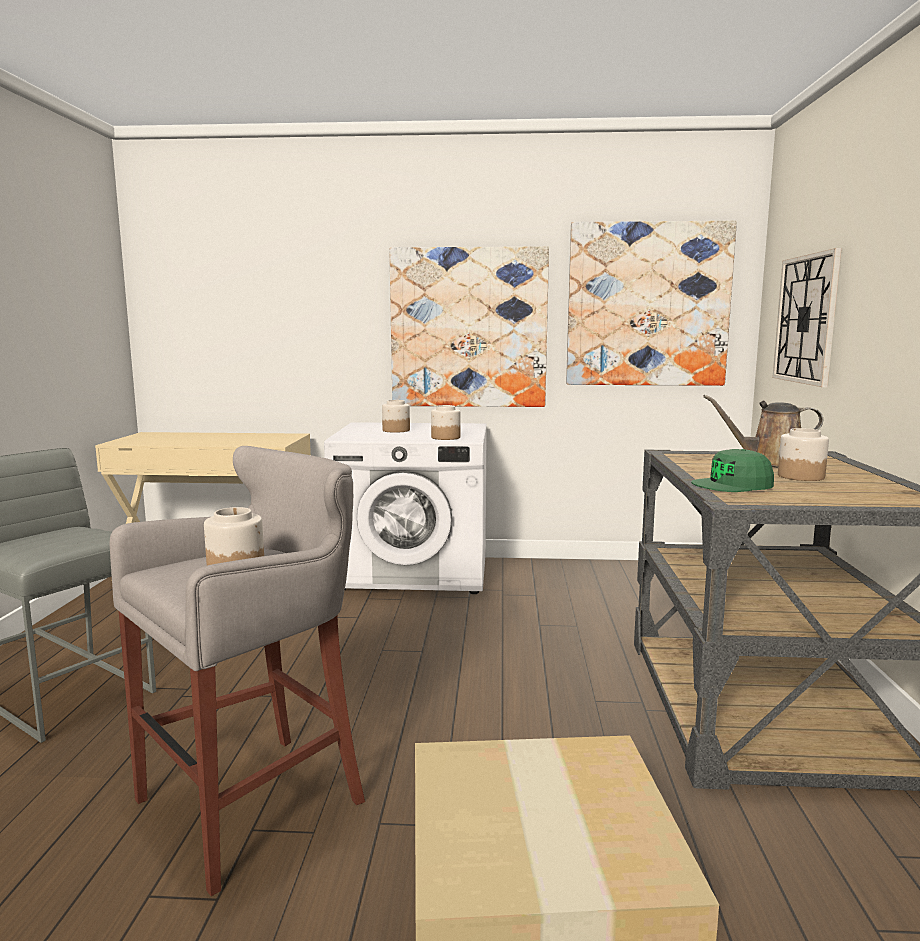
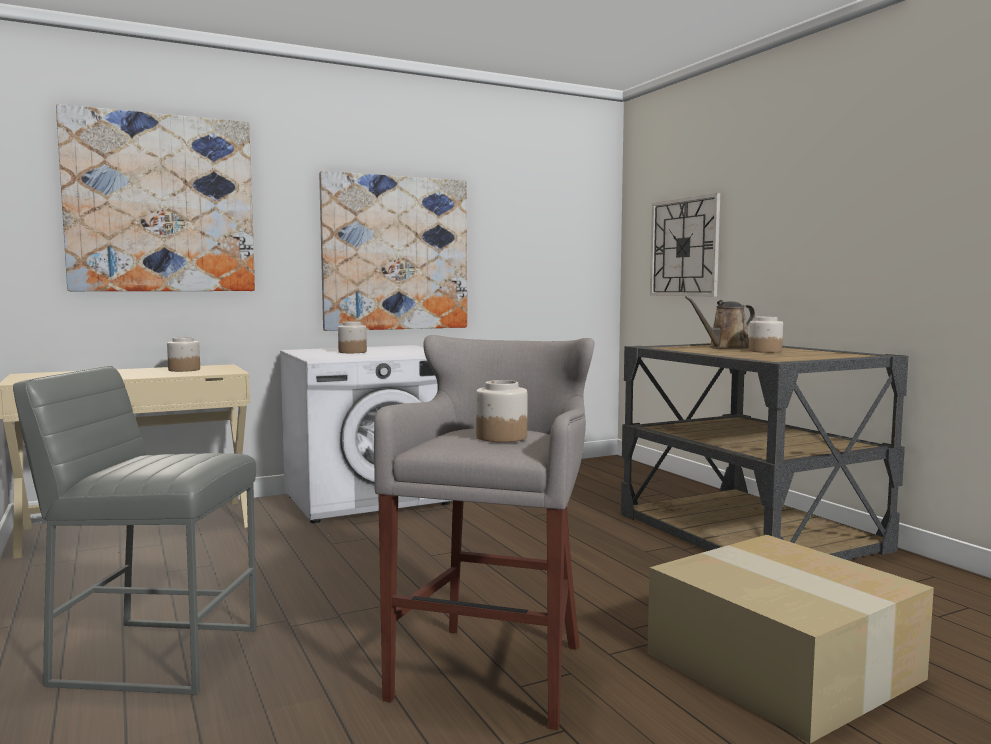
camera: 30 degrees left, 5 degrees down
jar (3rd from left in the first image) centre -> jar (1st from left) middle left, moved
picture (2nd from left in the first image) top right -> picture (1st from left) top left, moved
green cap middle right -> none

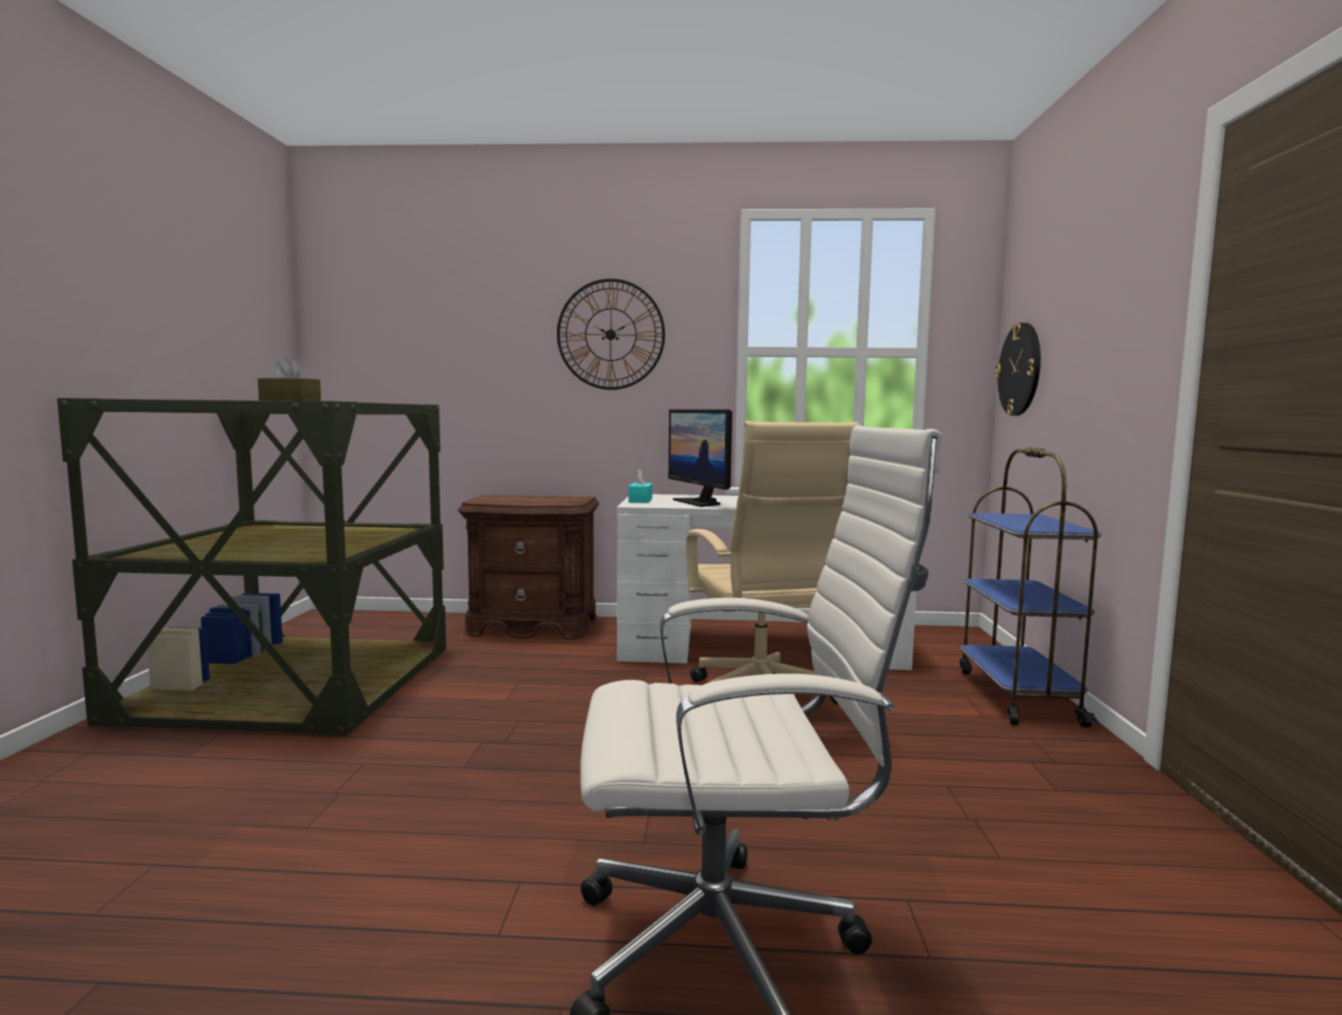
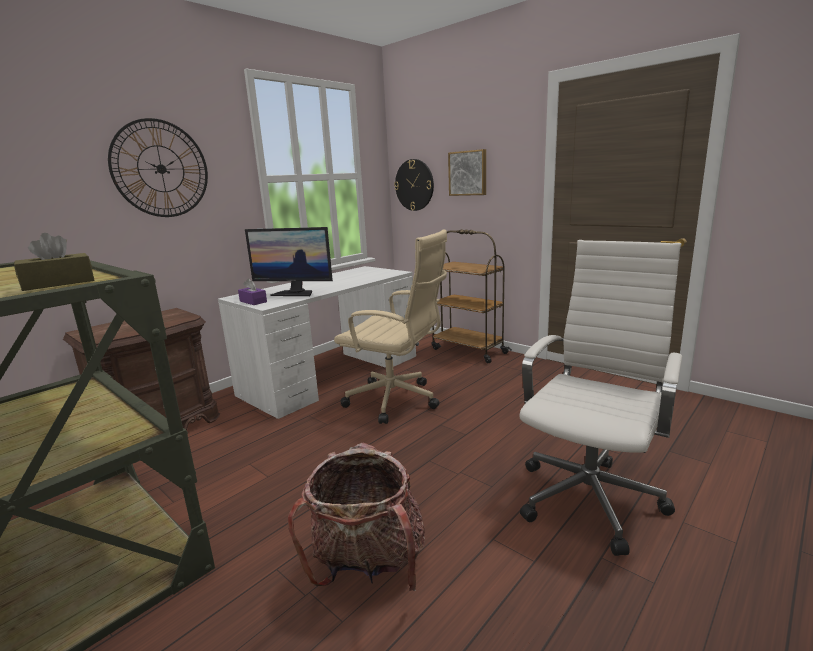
camera: 50 degrees left, 10 degrees up
turquoise tissue box centre -> purple tissue box middle left
blue cart middle right -> brown cart centre
none -> backpack bottom centre
none -> picture top centre

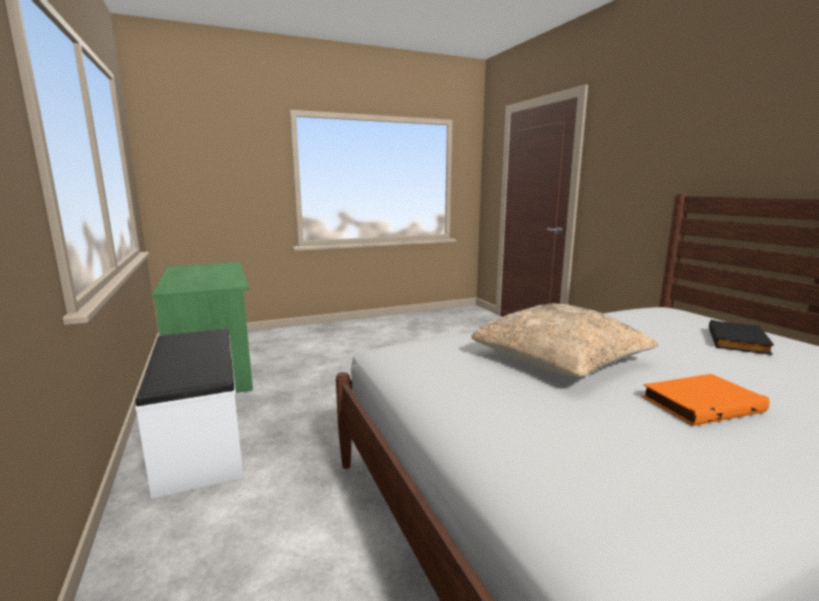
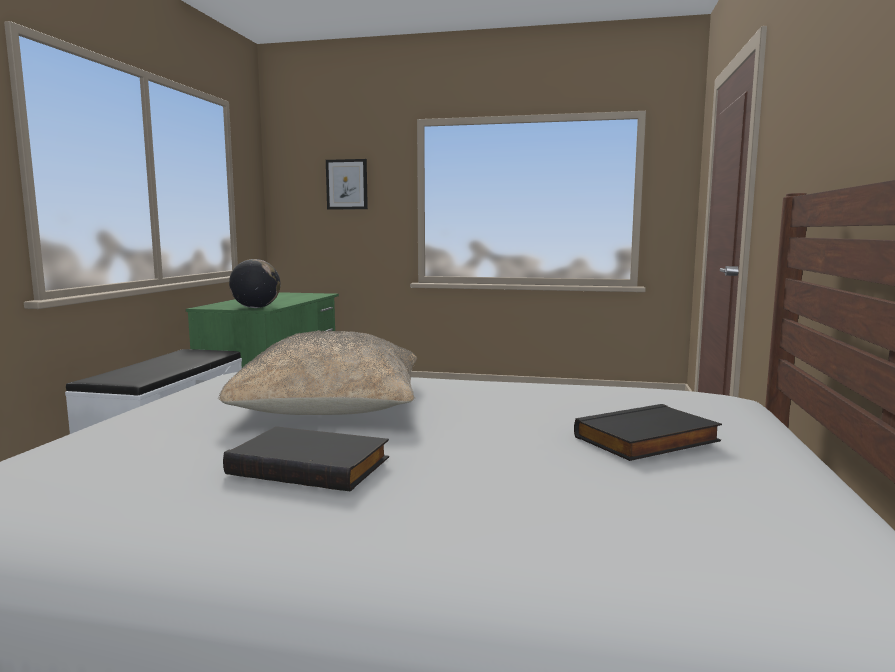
camera: 35 degrees right, 5 degrees down
orange book middle right -> black book (1st from left) bottom centre
none -> globe middle left
none -> picture top centre

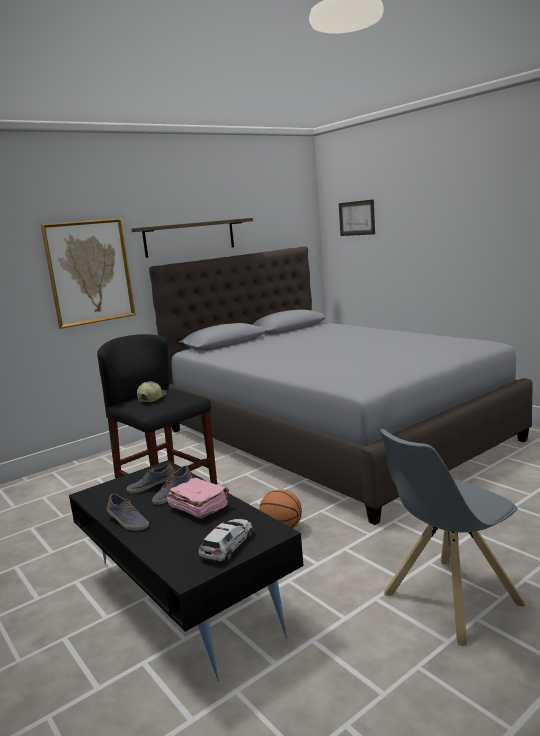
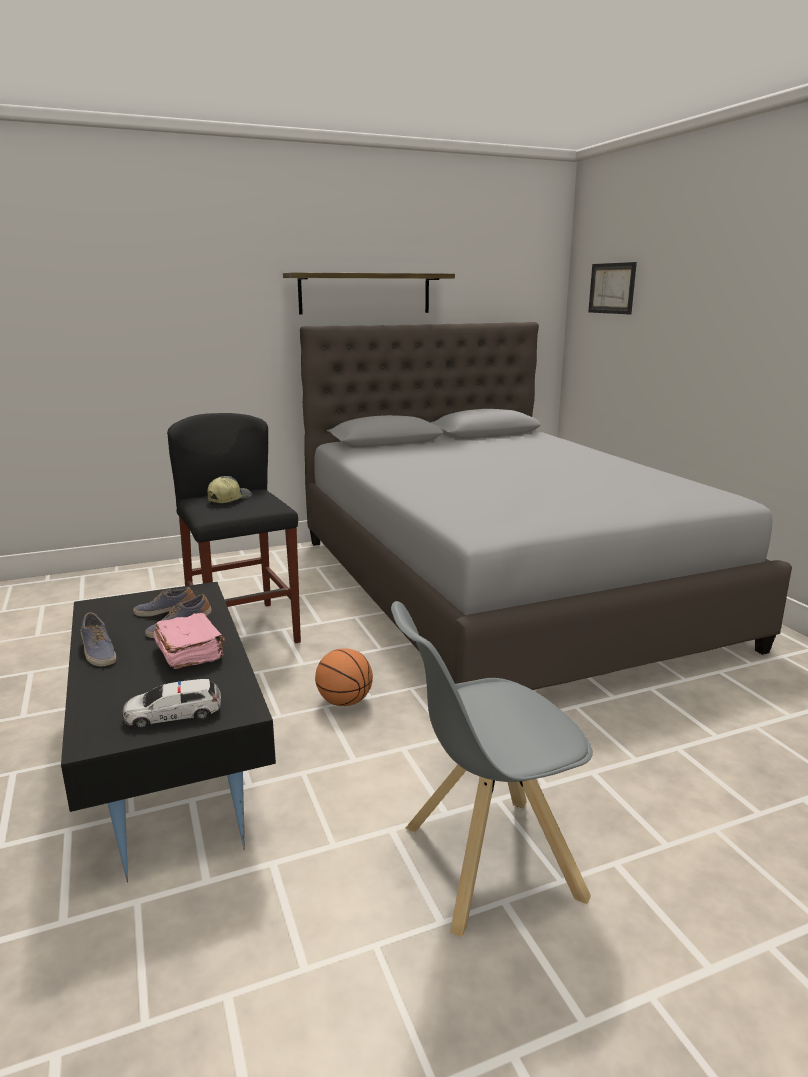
camera: 15 degrees right, 5 degrees up
picture (1st from left) middle left -> none
toy car bottom centre -> toy car middle left, 150 degrees counterclockwise

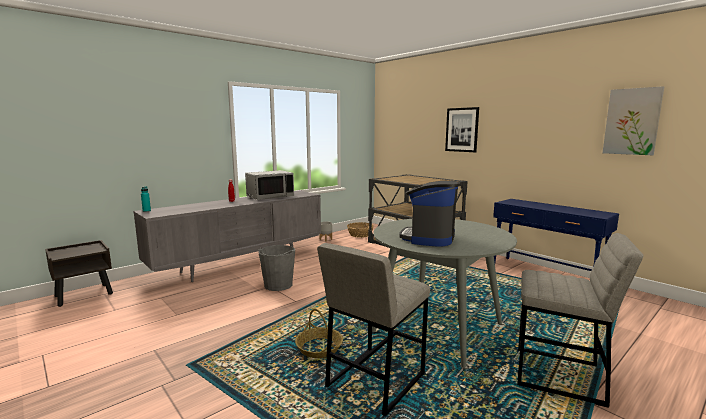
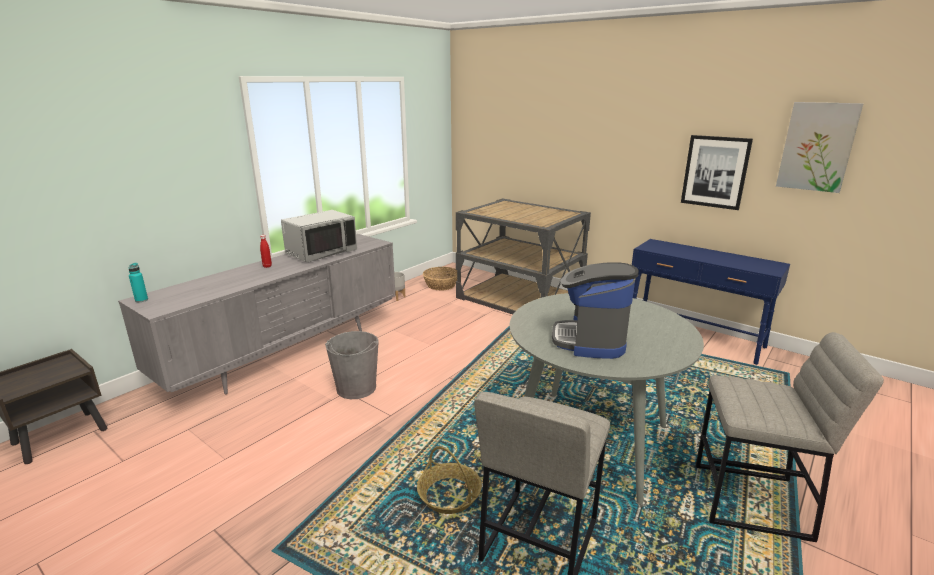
camera: 10 degrees left, 10 degrees up
picture (1st from left) top centre -> picture (1st from left) top right, moved

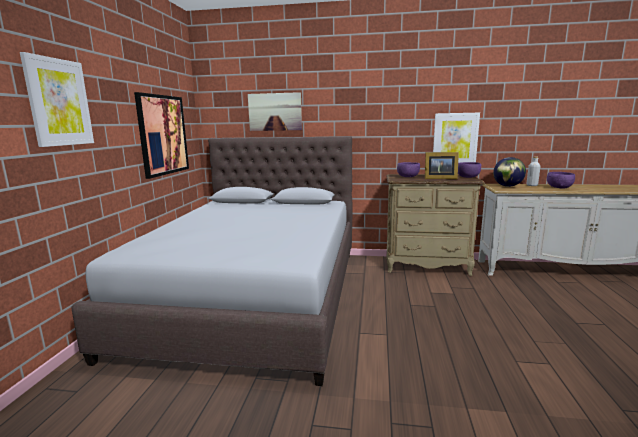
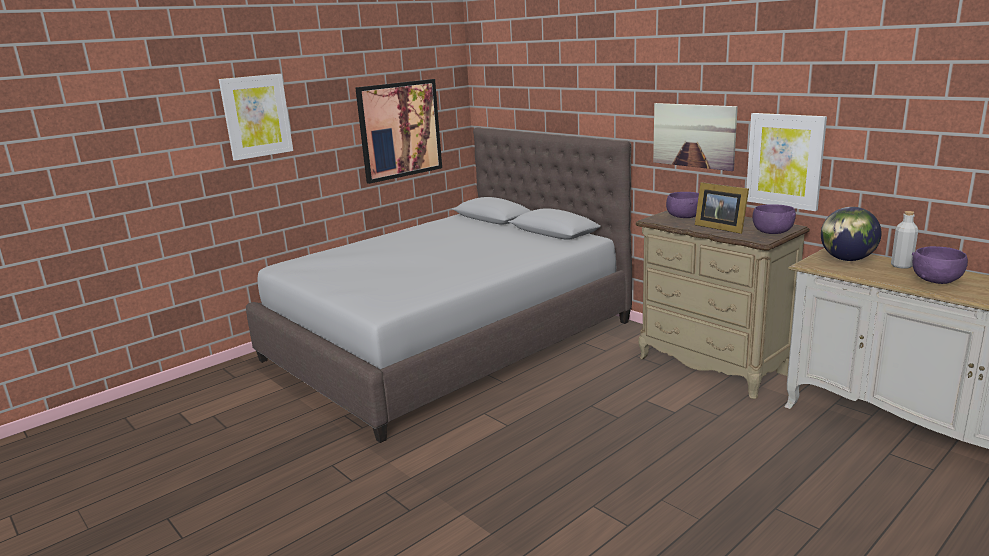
camera: 40 degrees right, 5 degrees up
picture (3rd from left) top centre -> picture (3rd from left) top right, moved

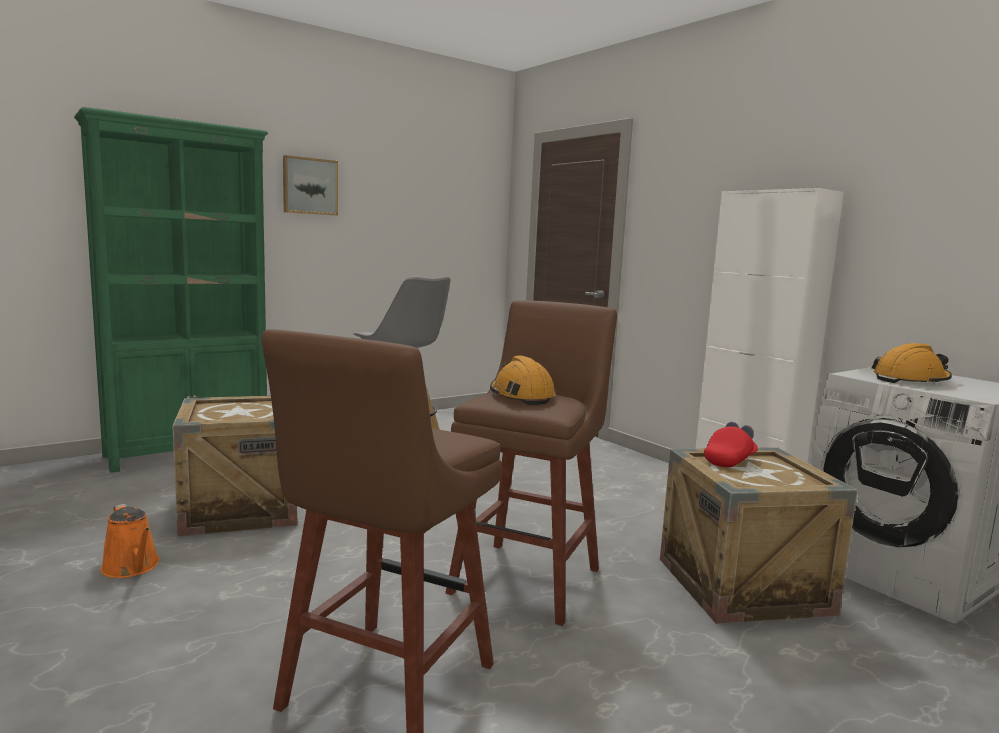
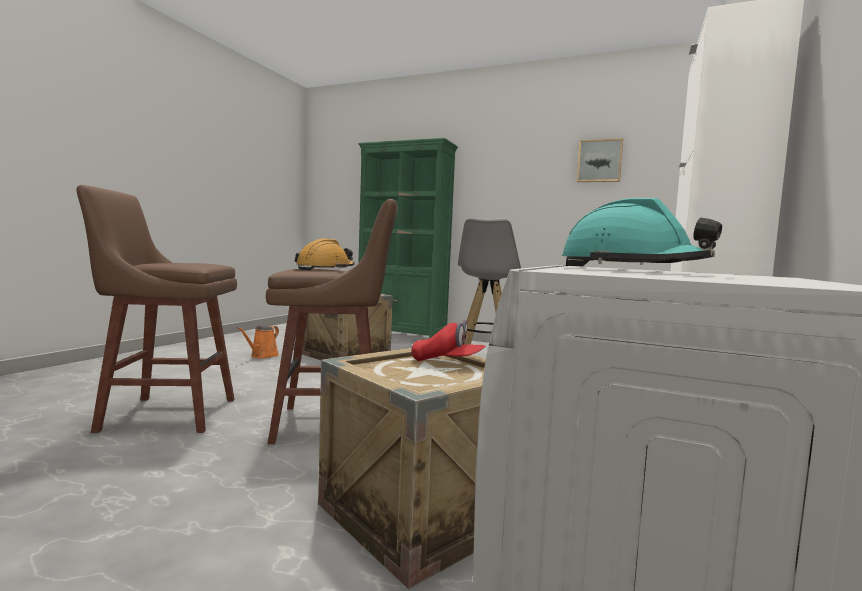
camera: 60 degrees right, 5 degrees down
picture top left -> picture top right, moved
orange hard hat (2nd from left) middle right -> turquoise hard hat middle right

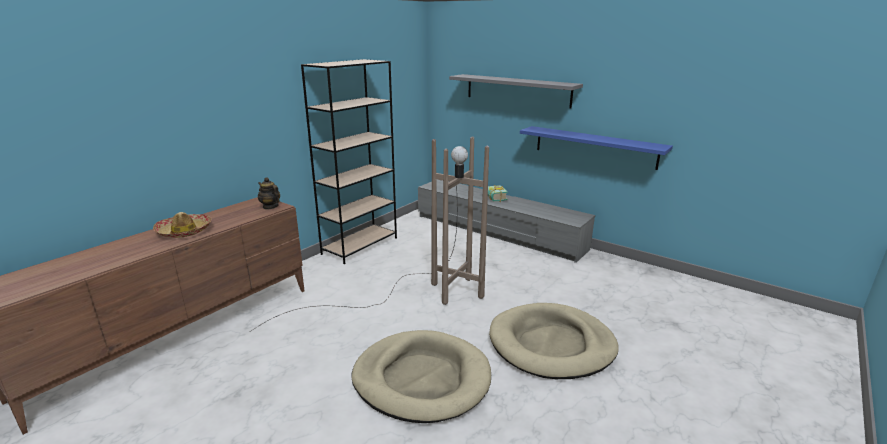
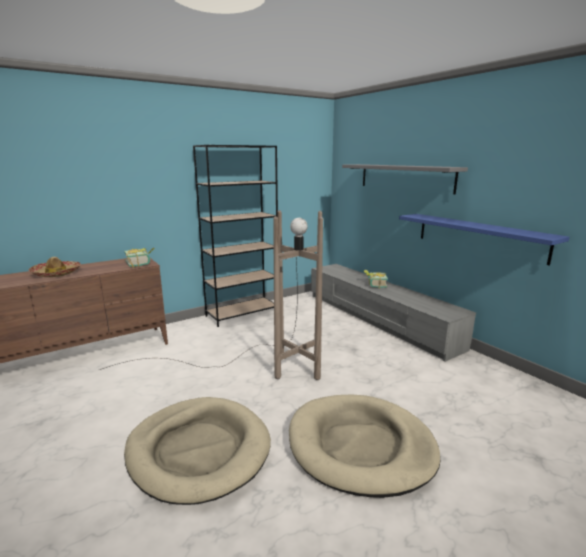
camera: 20 degrees right, 5 degrees down
teapot middle left -> book (1st from left) middle left

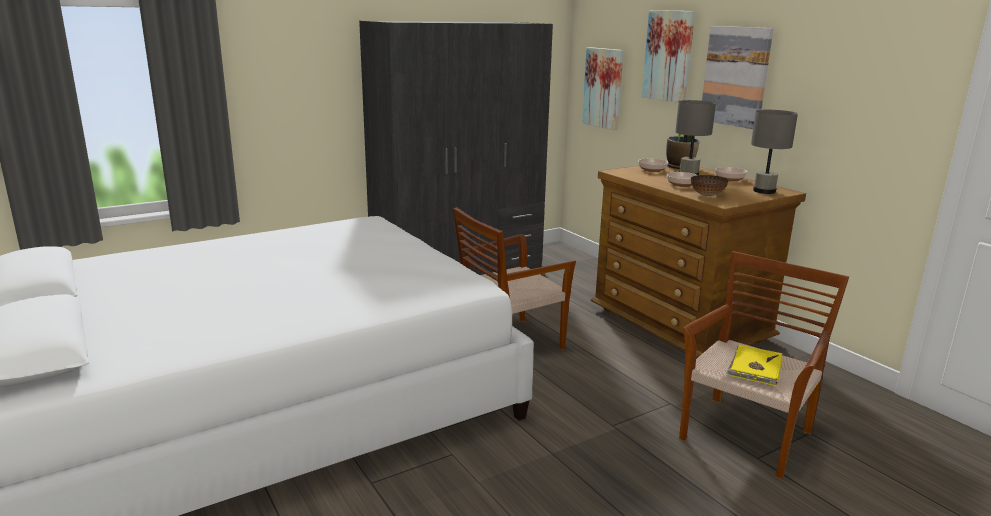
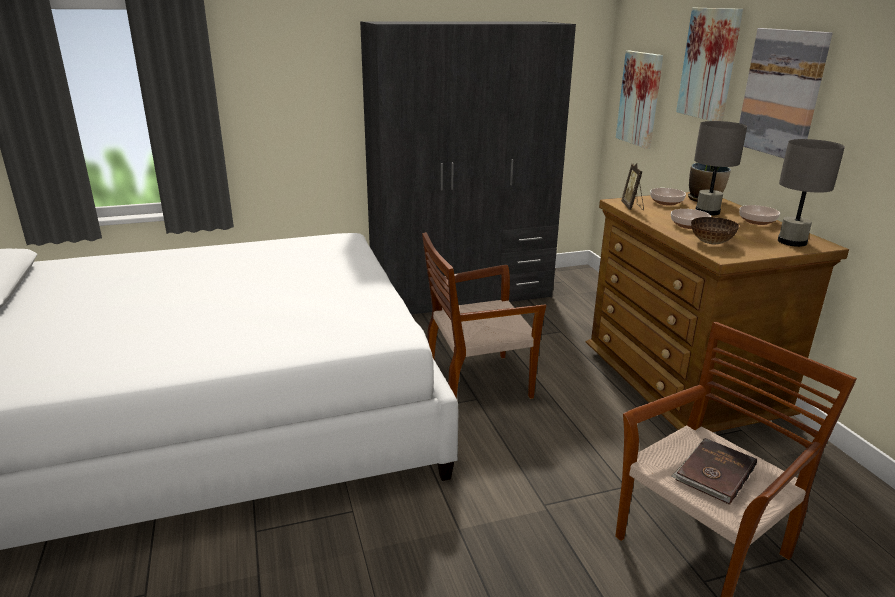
camera: 15 degrees right, 5 degrees up
yellow book bottom right -> brown book bottom right
none -> picture frame top right

